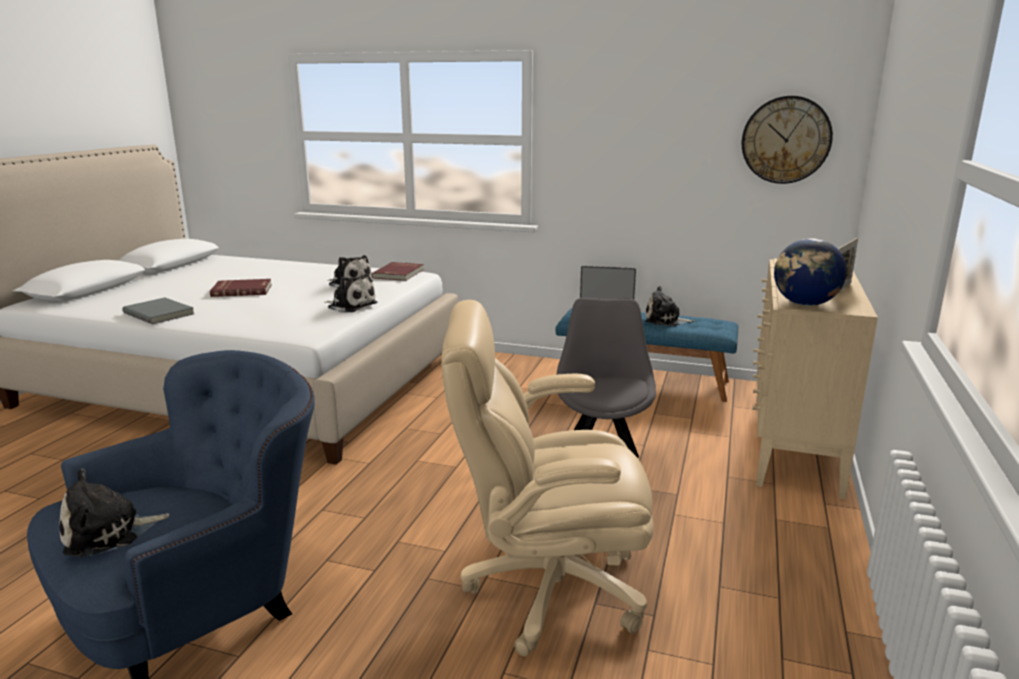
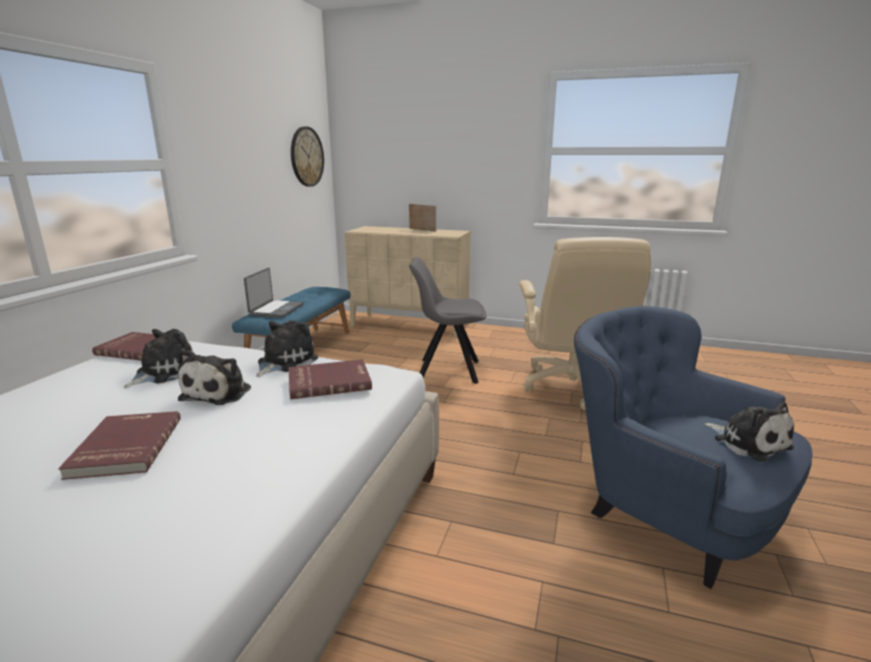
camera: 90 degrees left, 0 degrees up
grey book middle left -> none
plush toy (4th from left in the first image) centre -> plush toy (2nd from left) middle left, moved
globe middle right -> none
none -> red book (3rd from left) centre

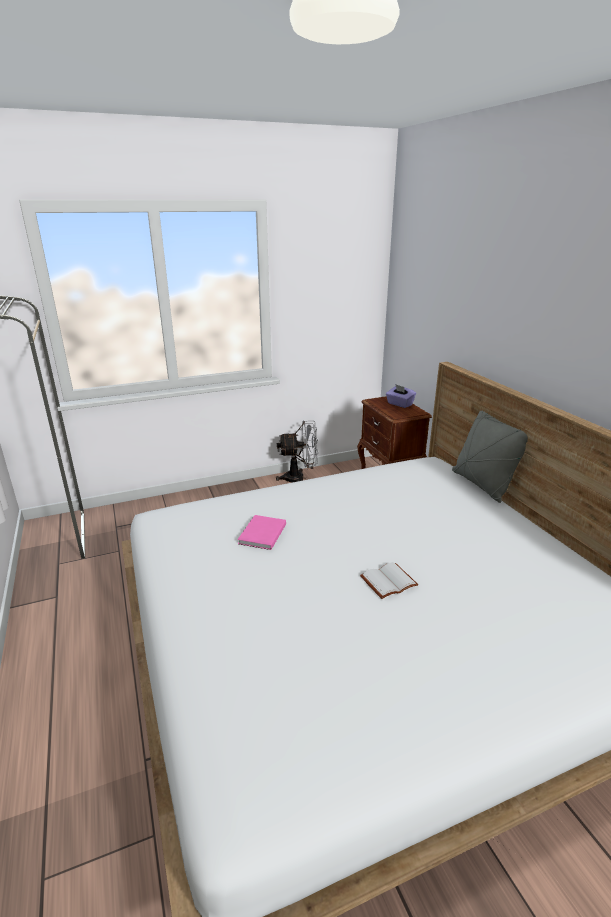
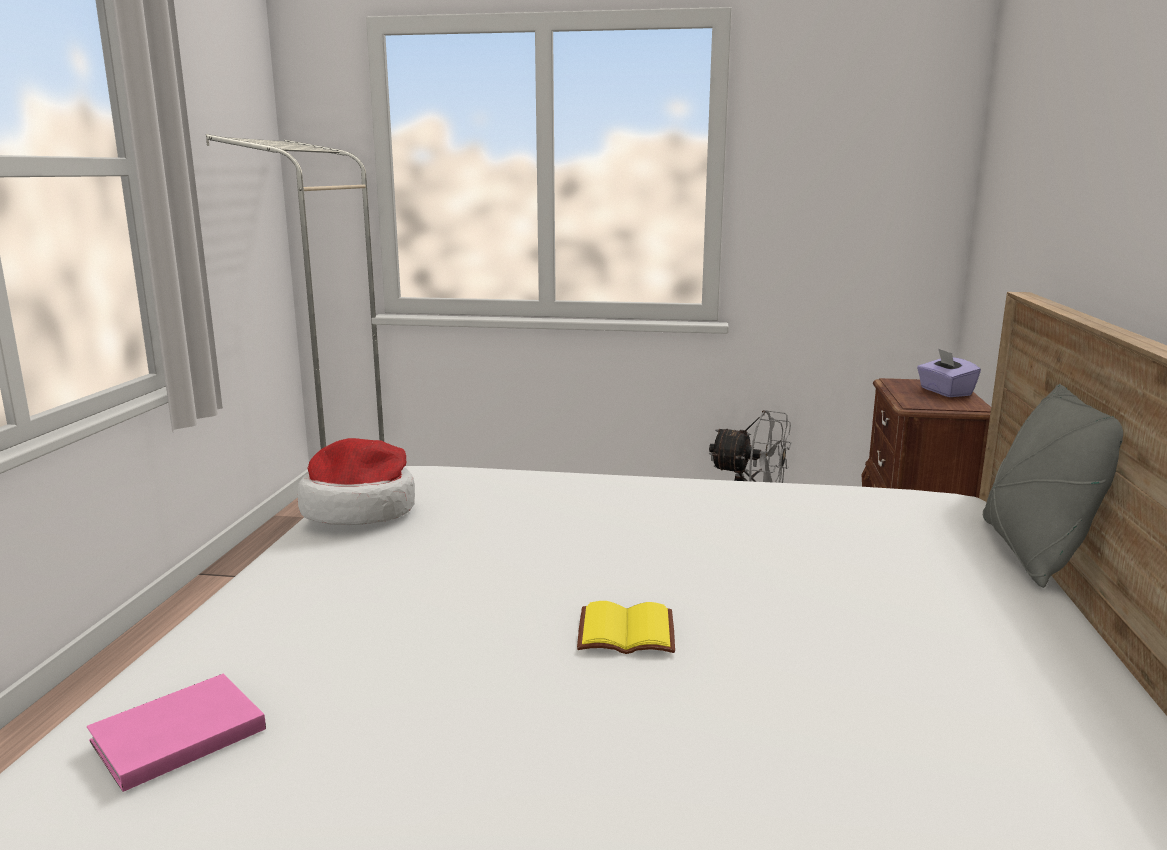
camera: 30 degrees right, 10 degrees down
pink book centre -> pink book bottom left, moved
white book centre -> yellow book bottom centre
none -> hat middle left

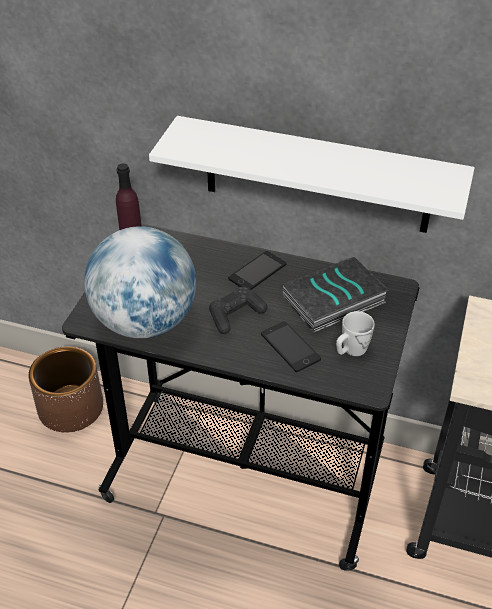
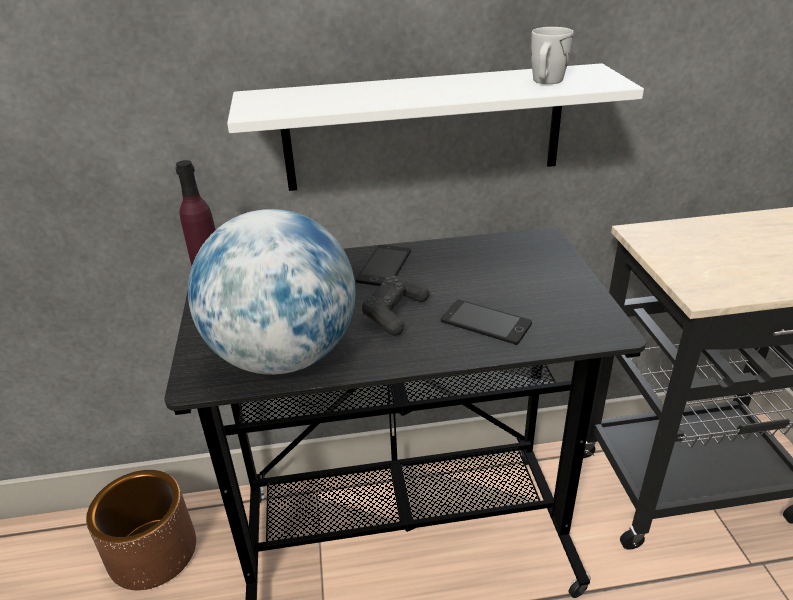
camera: 25 degrees left, 10 degrees down
book middle right -> none
white mug middle right -> white mug top right, moved

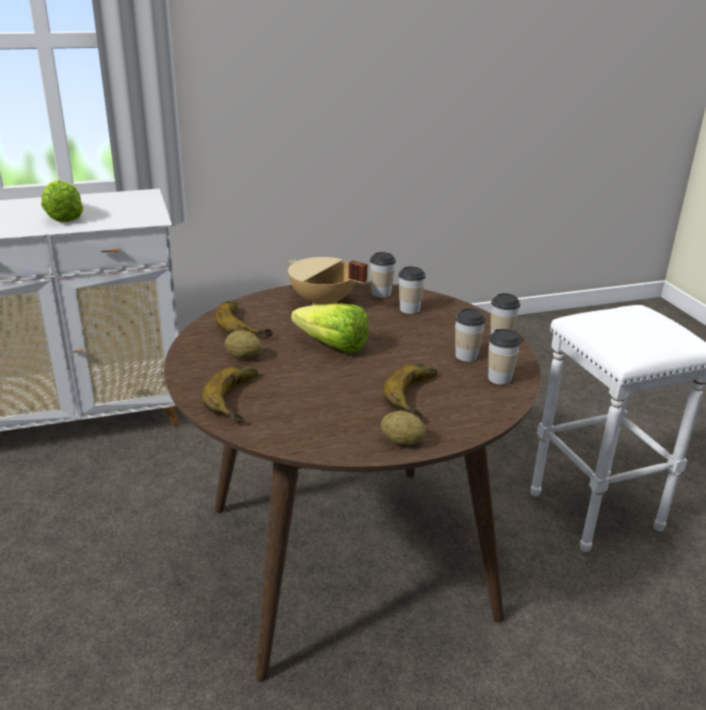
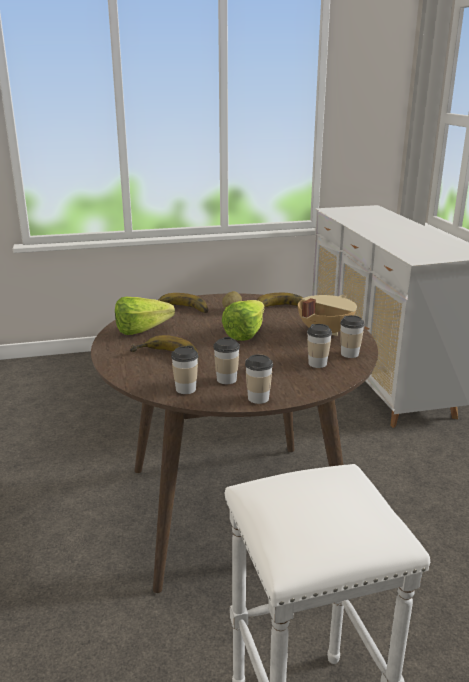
camera: 95 degrees right, 5 degrees down
lettuce (1st from left) top left -> lettuce (1st from left) middle left, moved
potato (2nd from left) centre -> none

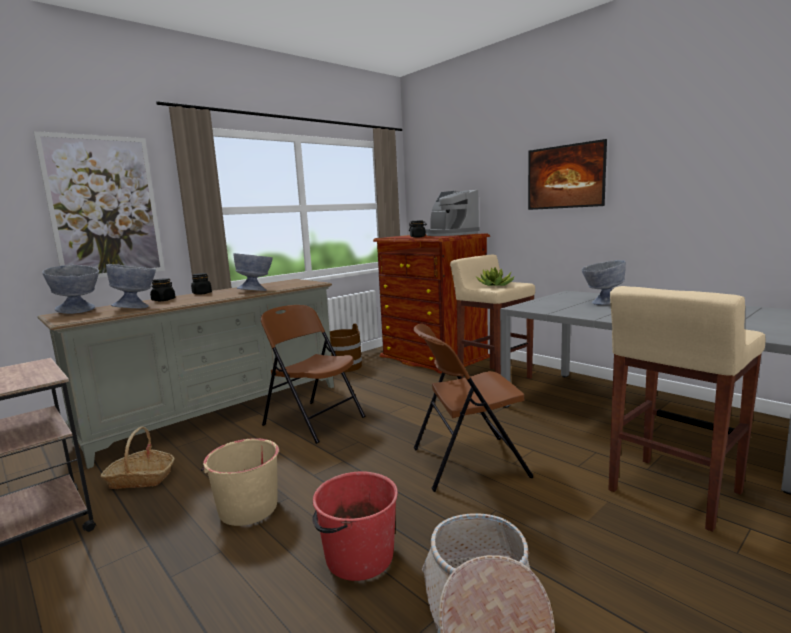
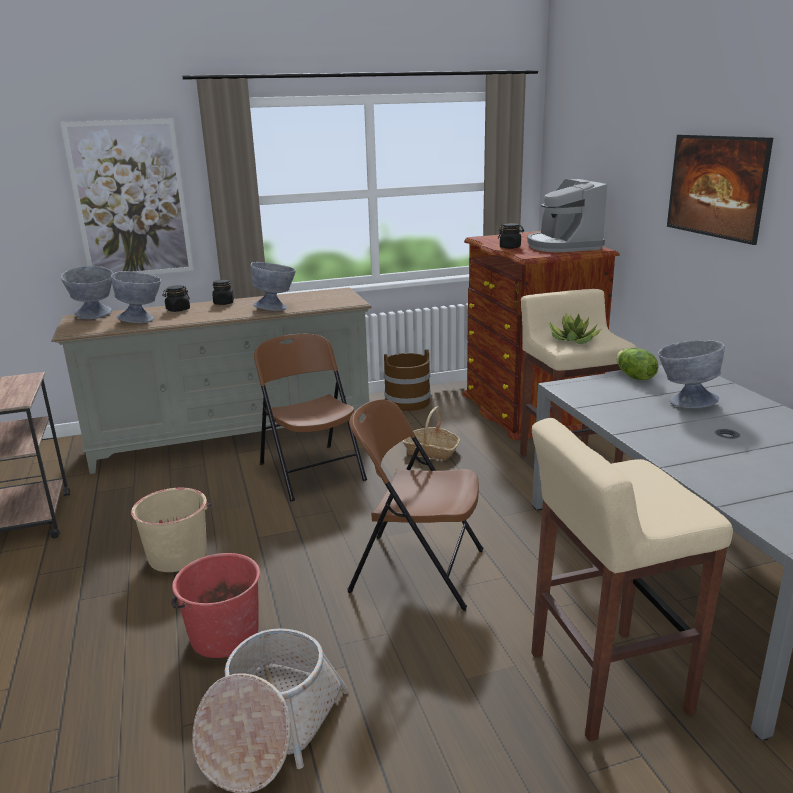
camera: 25 degrees right, 10 degrees up
basket (1st from left in the first image) bottom left -> basket (2nd from left) centre, moved
none -> lettuce middle right

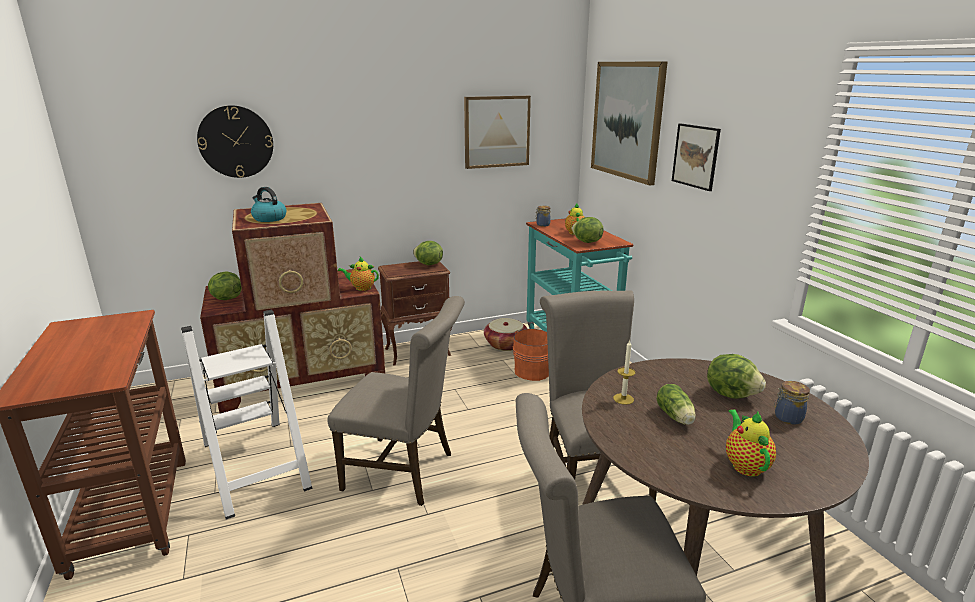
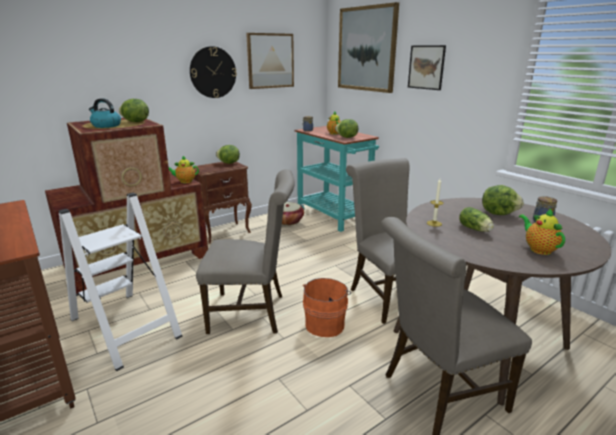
camera: 15 degrees left, 0 degrees up
wall clock top left -> wall clock top centre, moved
lettuce (1st from left) middle left -> lettuce (1st from left) top left, moved
orange bucket centre -> orange bucket bottom centre, moved

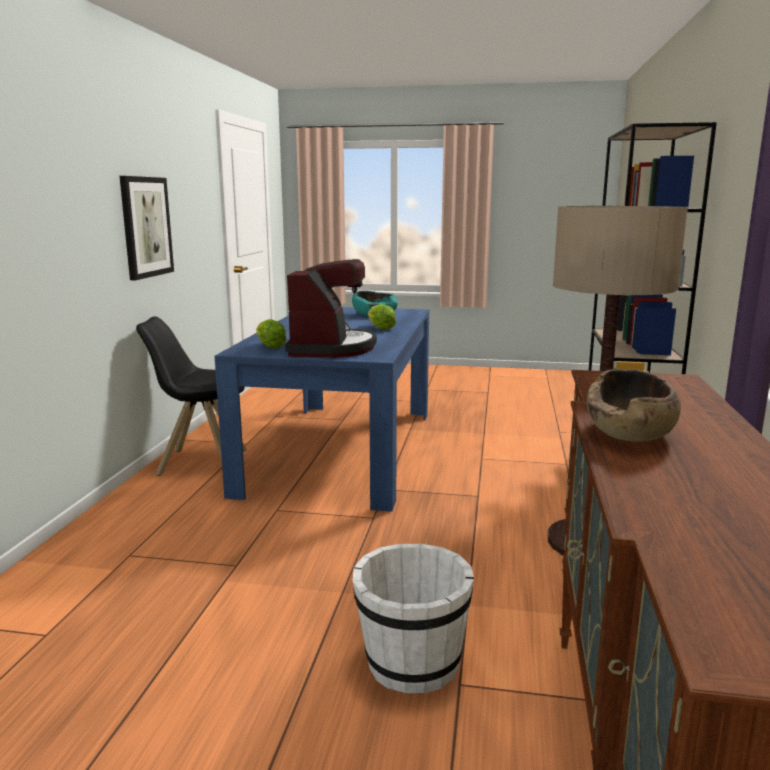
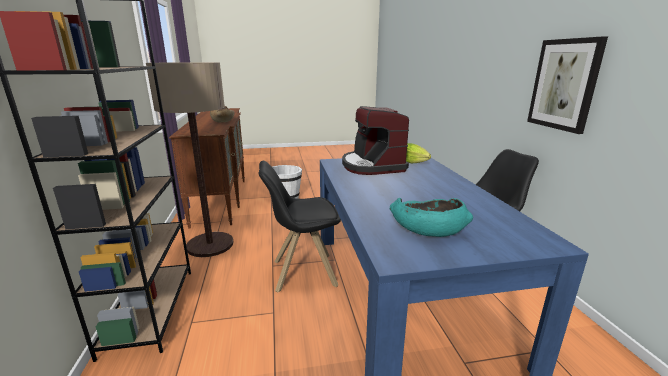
camera: 160 degrees right, 5 degrees up
lettuce (2nd from left) centre -> none
none -> black chair (1st from left) centre

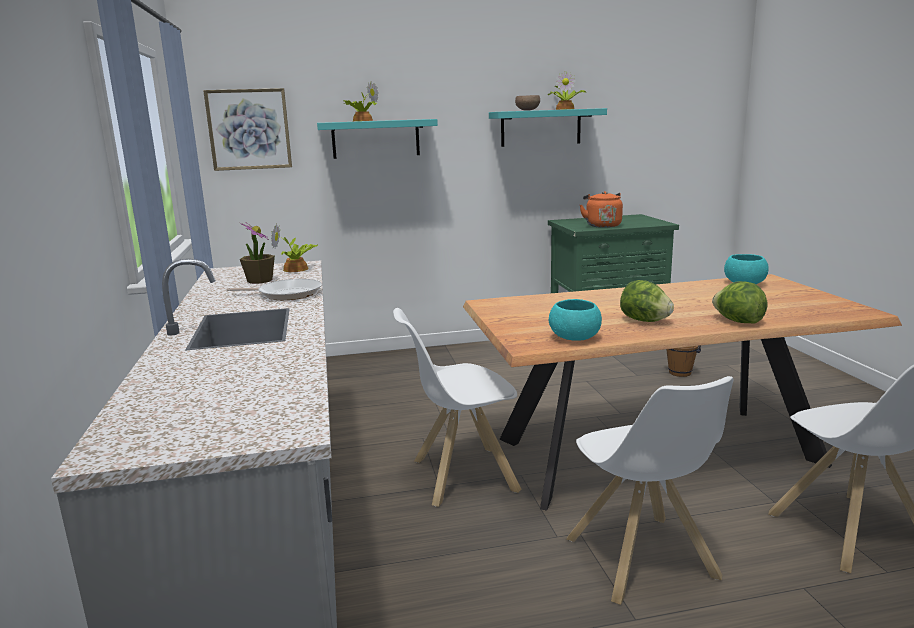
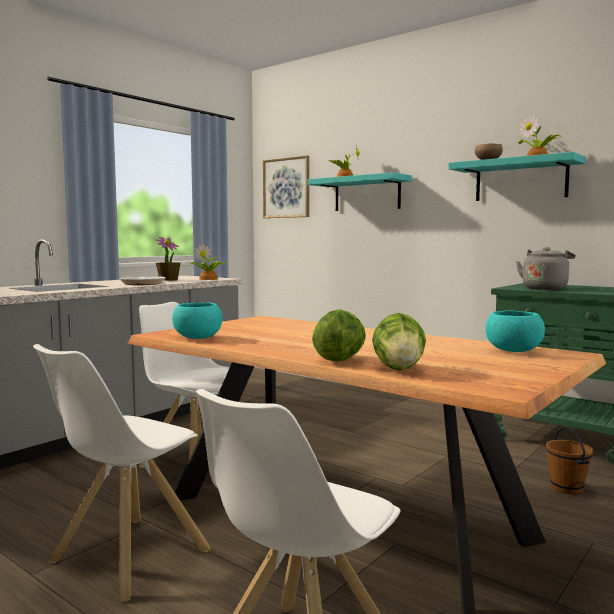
camera: 50 degrees right, 10 degrees down
orange kettle top centre -> grey kettle middle right
lettuce (1st from left in the first image) middle right -> lettuce (2nd from left) centre, moved

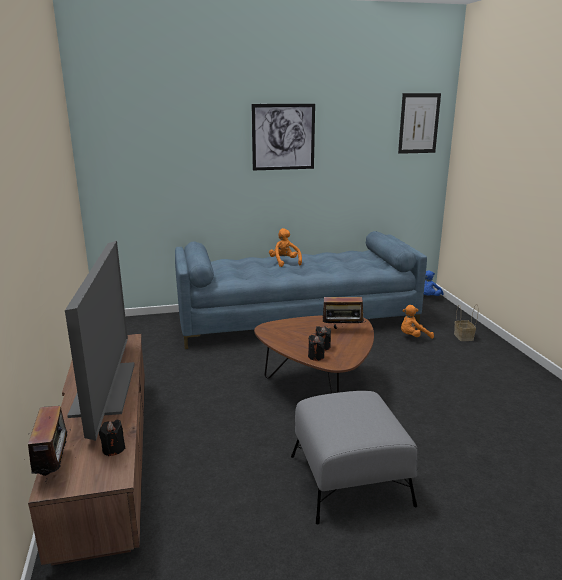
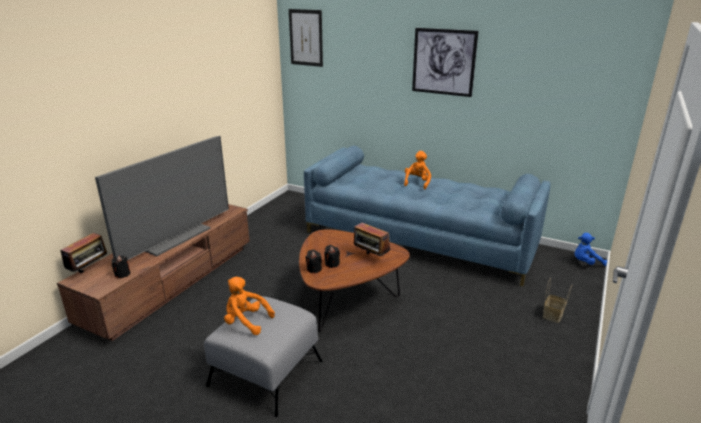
camera: 40 degrees right, 5 degrees up
picture (2nd from left in the first image) top right -> picture (1st from left) top centre, moved
orange plush toy (2nd from left in the first image) middle right -> orange plush toy (1st from left) bottom centre, moved

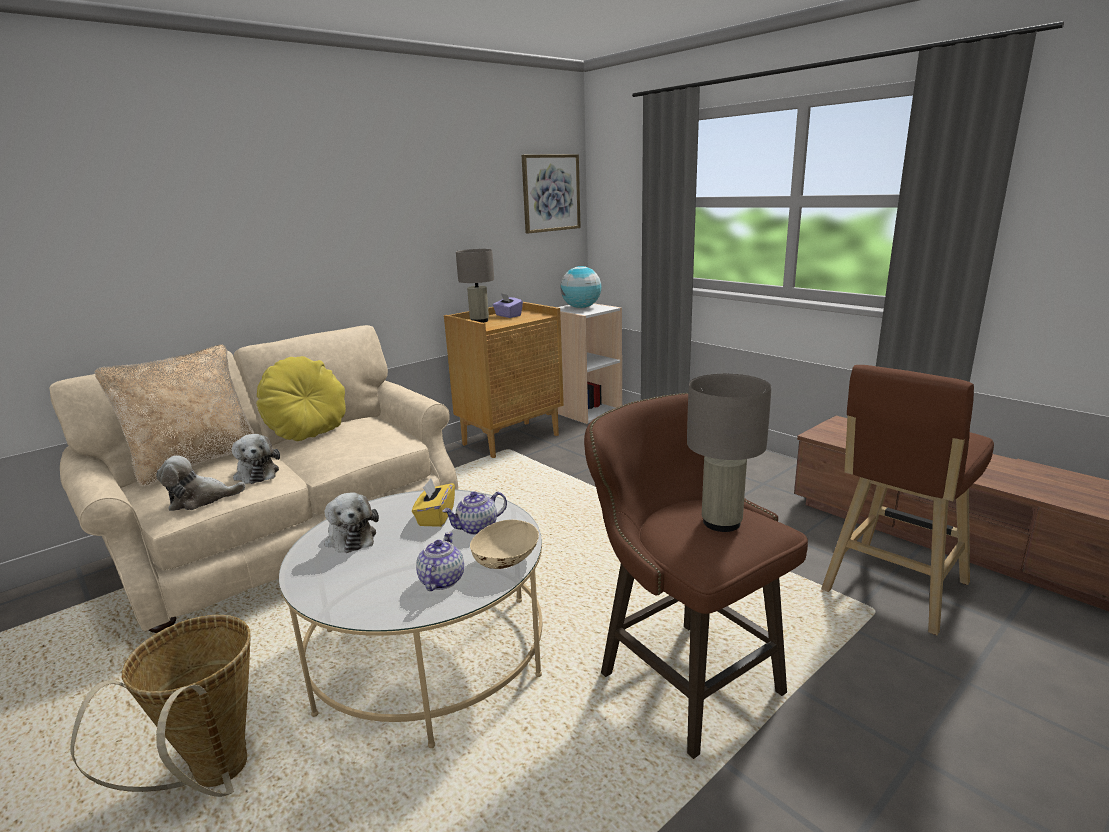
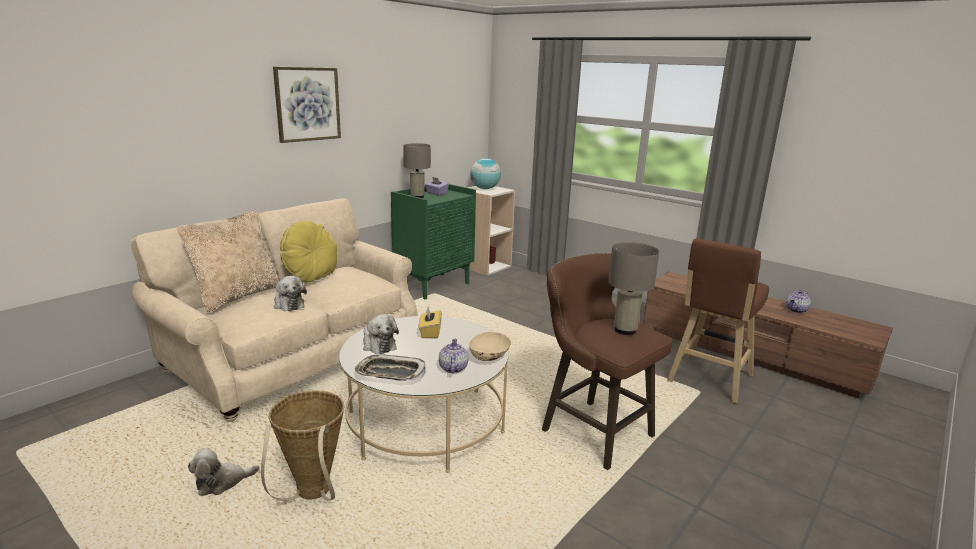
camera: 10 degrees left, 0 degrees up
plush toy (1st from left) middle left -> plush toy (1st from left) bottom left, moved
teapot (2nd from left) centre -> teapot (2nd from left) middle right, moved
brown cabinet centre -> green cabinet centre
picture top centre -> picture top left, moved
none -> tray bottom centre

